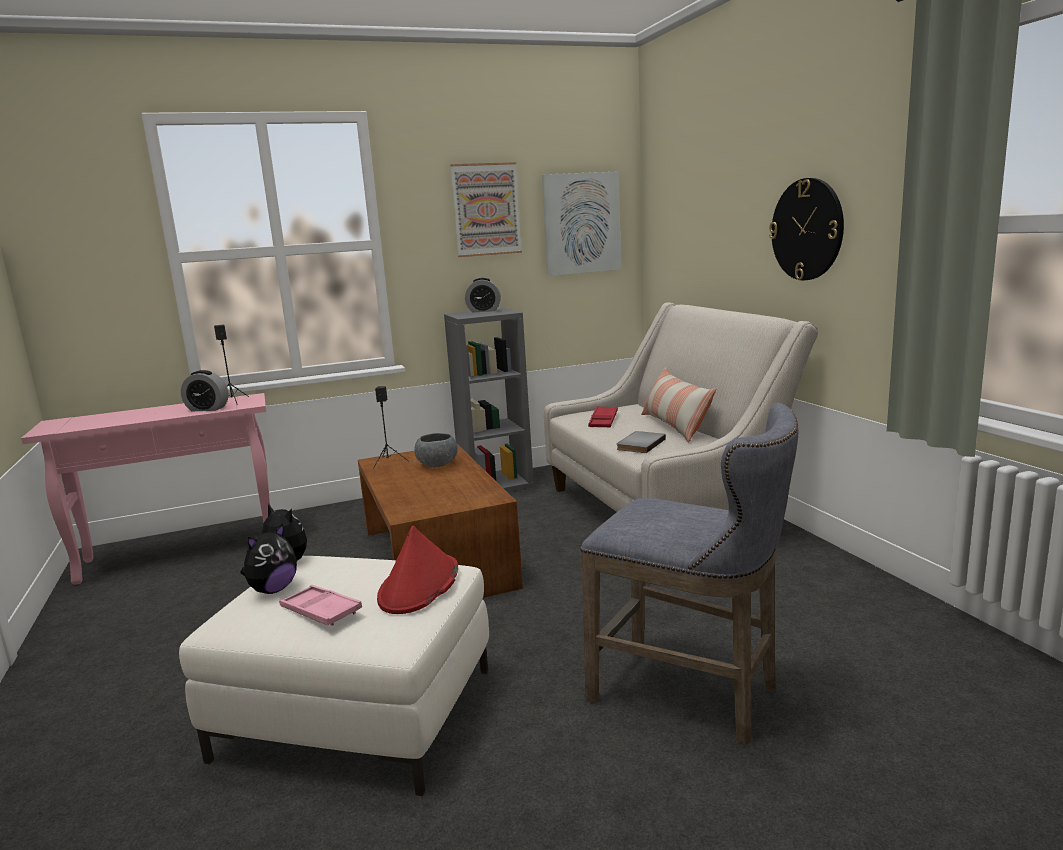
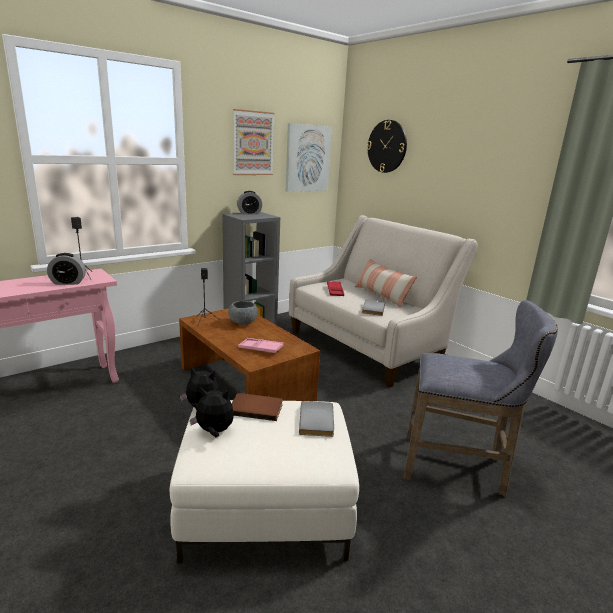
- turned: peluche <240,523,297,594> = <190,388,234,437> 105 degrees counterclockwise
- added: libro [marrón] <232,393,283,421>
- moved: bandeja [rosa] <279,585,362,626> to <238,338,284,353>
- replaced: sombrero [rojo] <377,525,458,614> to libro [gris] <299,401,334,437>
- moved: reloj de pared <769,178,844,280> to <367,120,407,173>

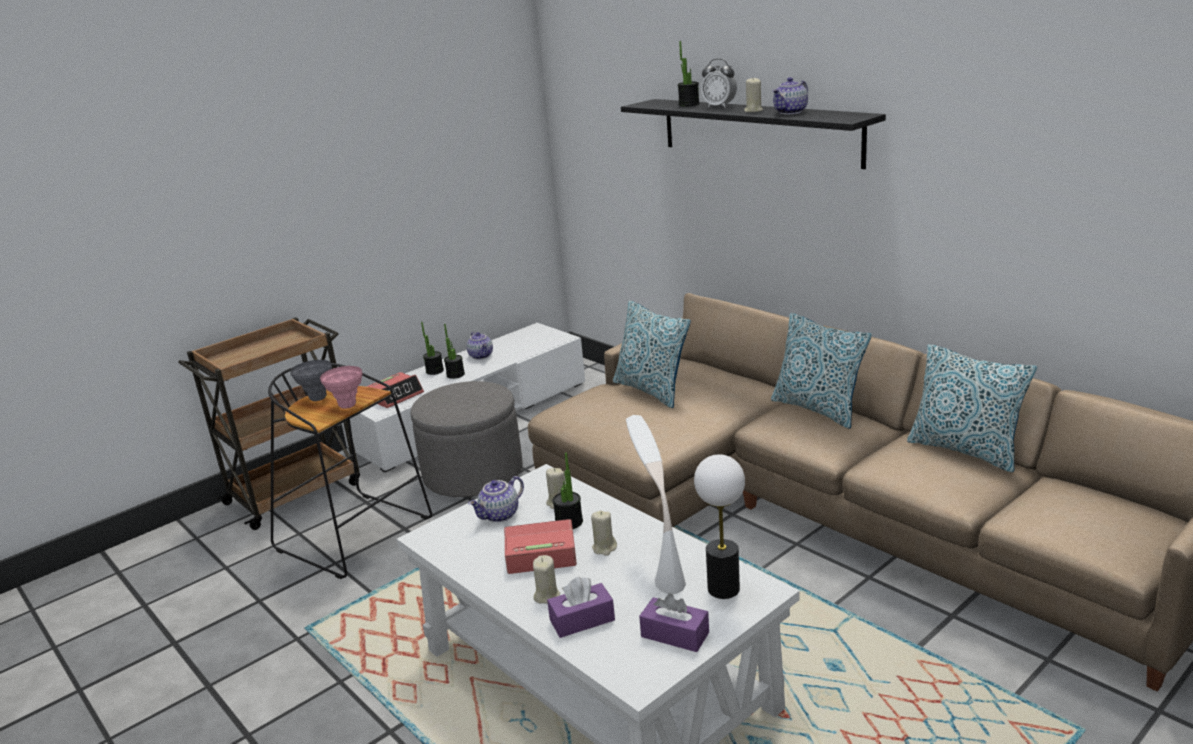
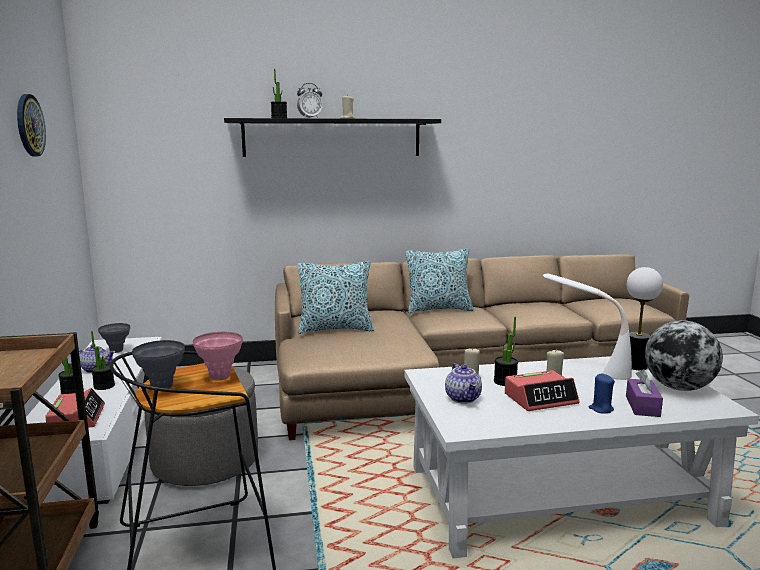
- added: reloj de pared <17,94,46,156>
- added: florero [gris] <98,323,130,353>
- turned: despertador <504,519,577,574> = <505,370,579,411> 135 degrees counterclockwise
- recoloured: vela [beis] <533,555,560,604> to vela [azul] <588,374,615,414>
- replaced: caja de pañuelos [morado] <639,593,709,652> to globo terráqueo <645,320,723,391>
- removed: tetera <773,77,808,114>
- removed: cojín <907,344,1037,472>

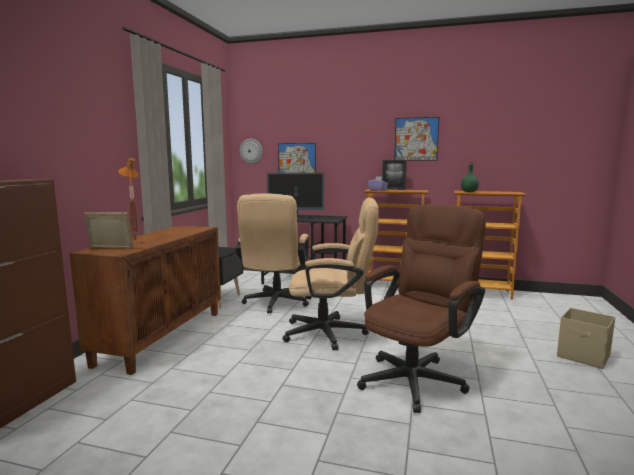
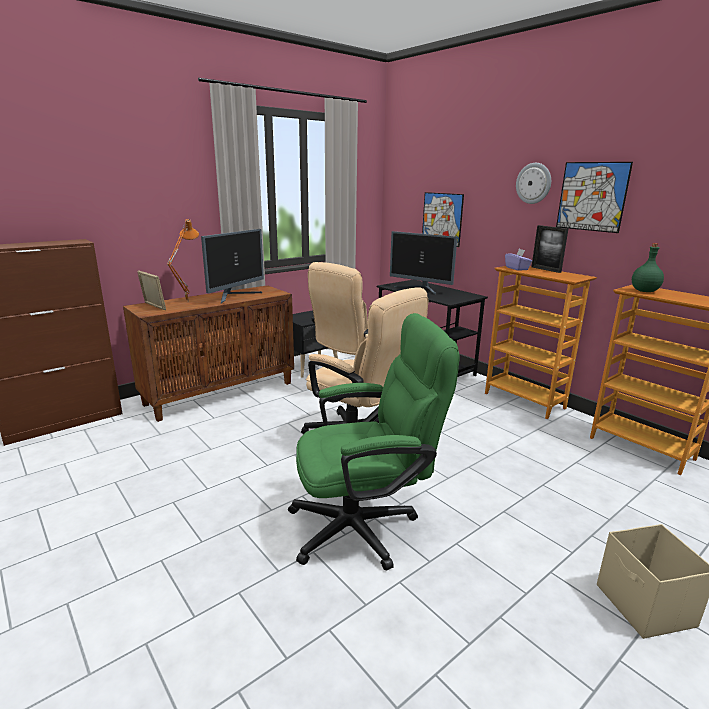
- added: monitor <201,229,264,303>
- recoloured: silla de oficina [marrón] <357,204,486,413> to silla de oficina [verde] <288,313,460,571>
- moved: reloj de pared <240,139,263,164> to <516,163,551,204>

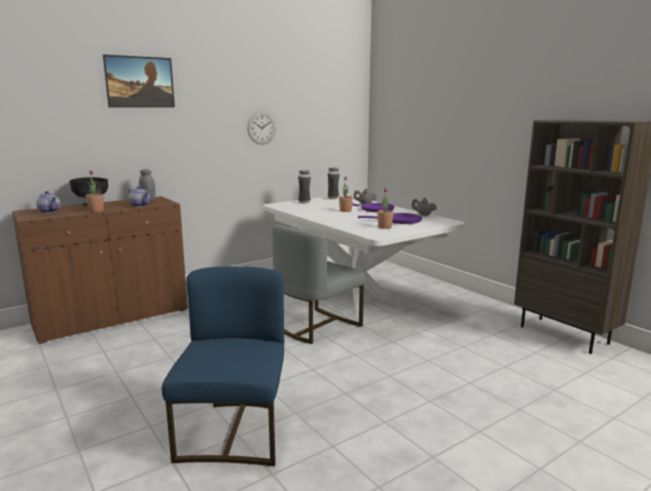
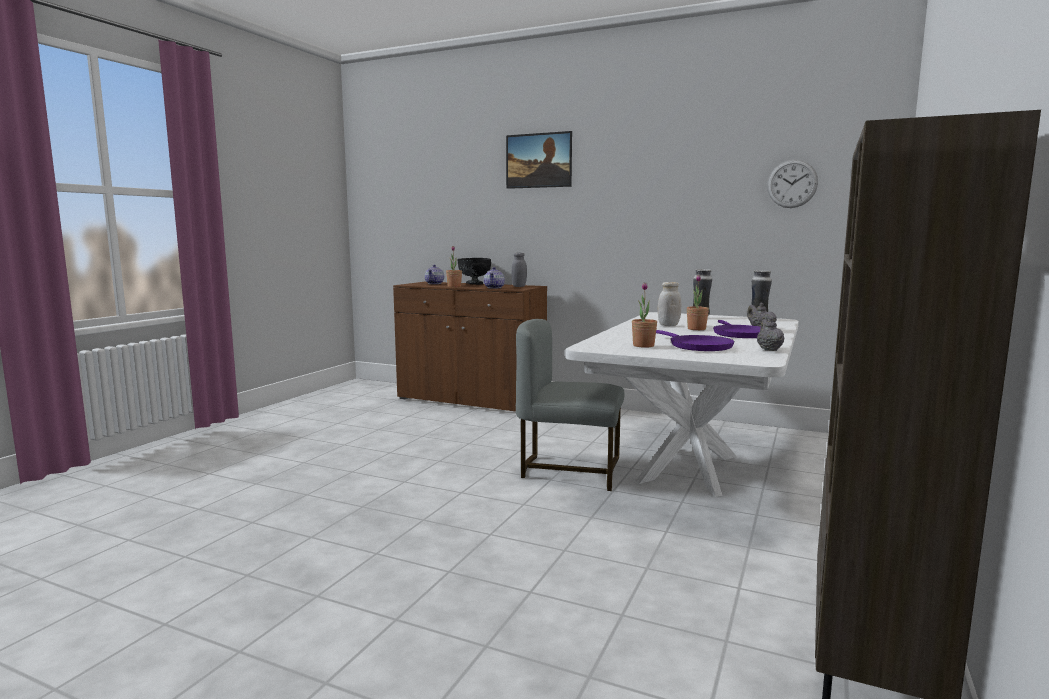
- added: tarro [blanco] <658,282,681,326>
- moved: reloj de pared <247,112,276,145> to <767,160,818,208>
- removed: silla [azul] <162,266,284,466>

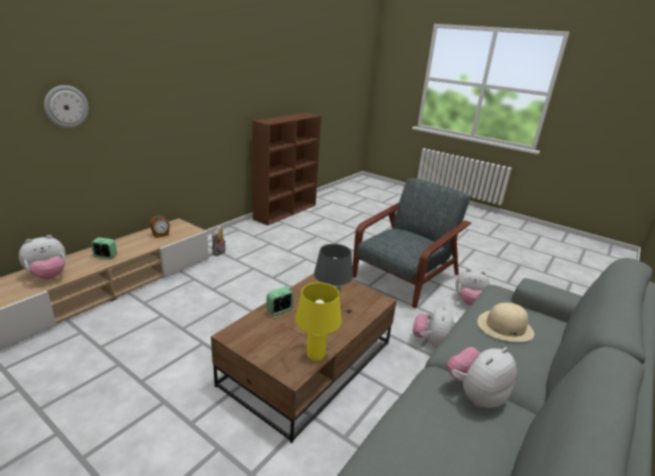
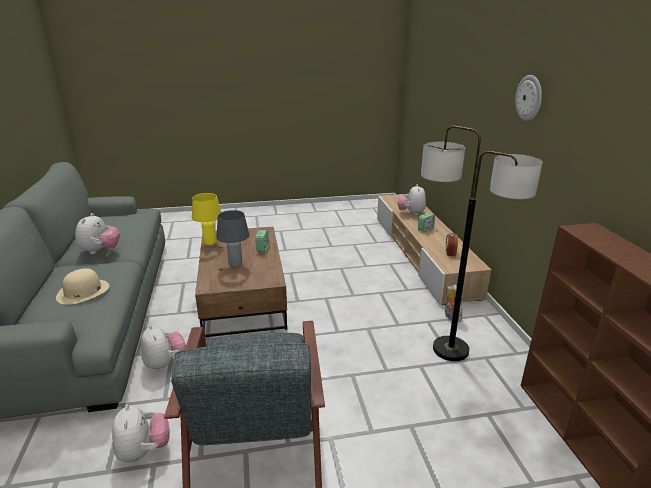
- turned: peluche <456,269,490,306> = <112,404,170,462> 105 degrees clockwise
- added: lámpara de pie <421,126,543,361>
- moved: reloj de pared <44,85,89,128> to <515,75,542,121>

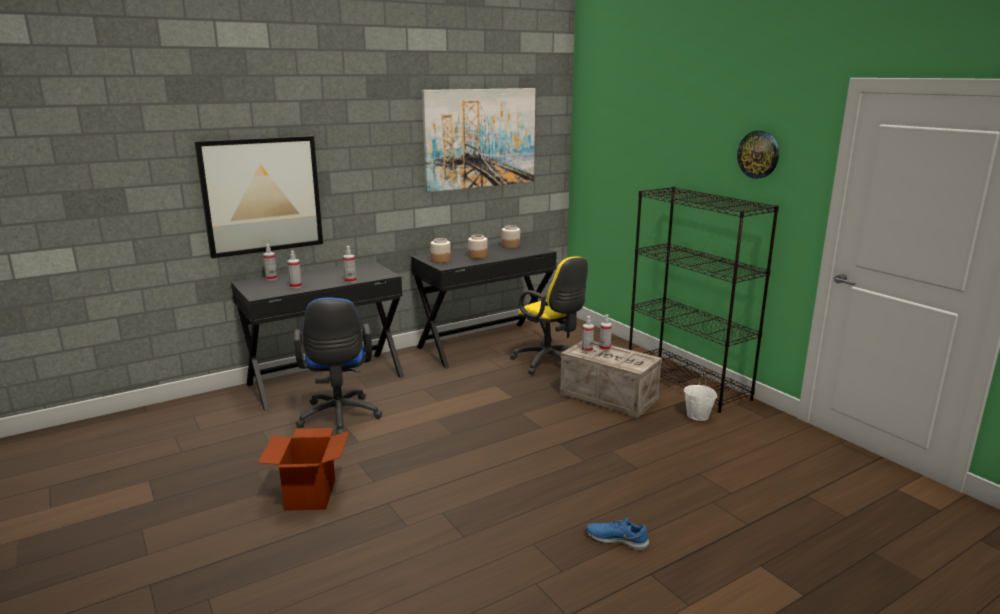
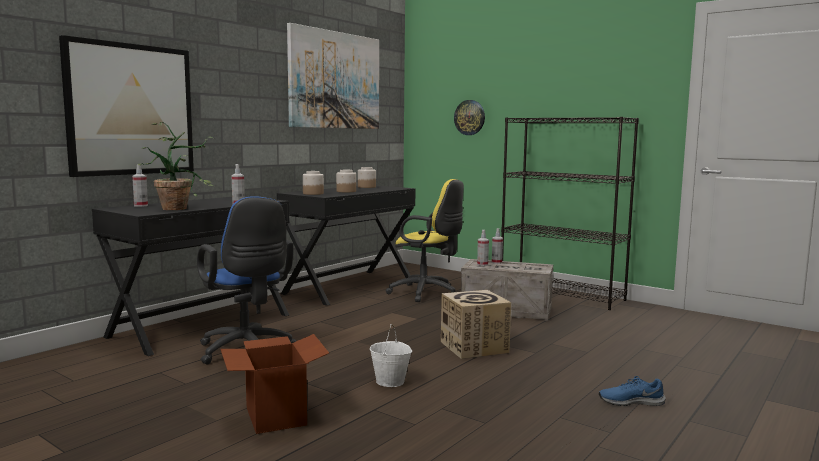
- replaced: pulverizador <287,251,302,288> to planta en maceta <138,122,214,210>
- moved: cubo [blanco] <684,374,717,421> to <370,324,412,387>
- added: caja de cartón <441,290,511,359>
- moved: reloj de pared <737,131,779,179> to <454,100,485,135>

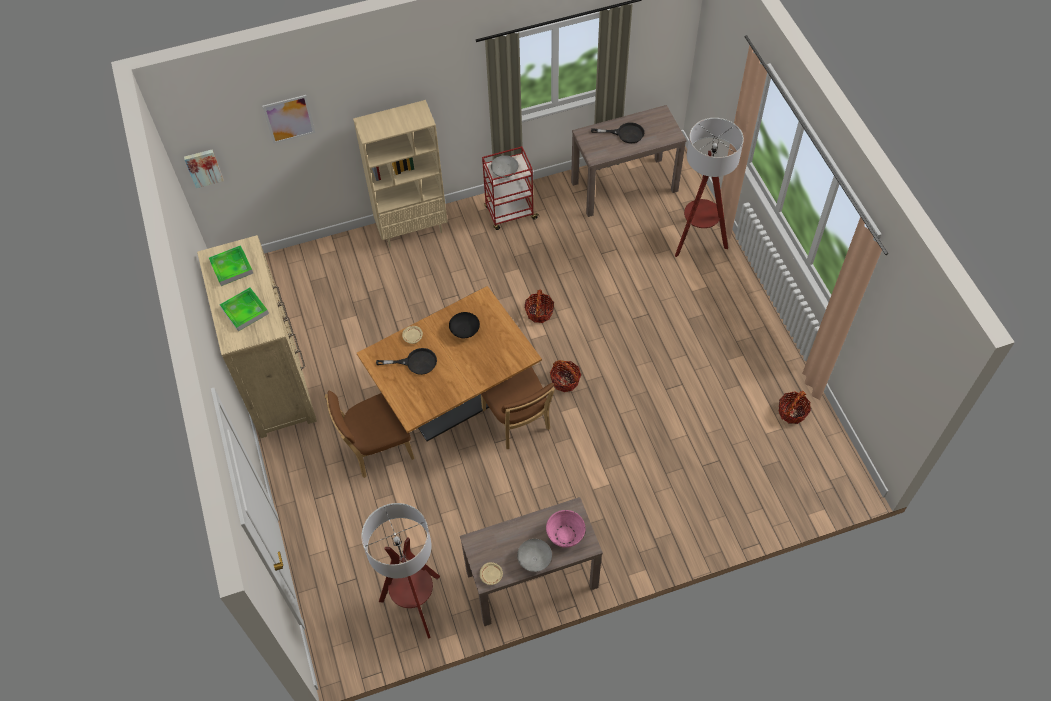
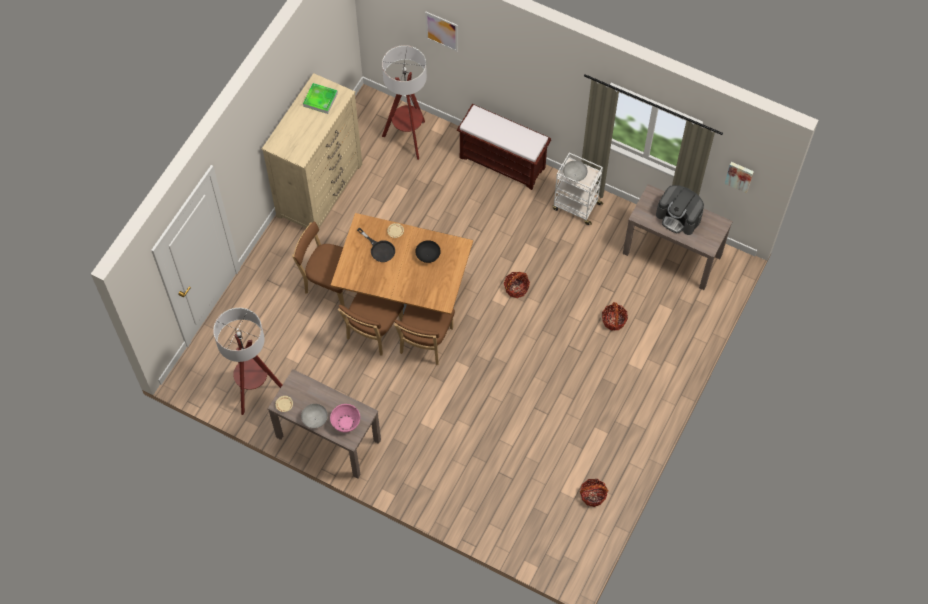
- added: silla [marrón] <338,293,404,355>
- moved: lámpara de pie <675,118,744,257> to <382,45,427,160>
- replaced: estantería [beis] <353,100,447,247> to banco [marrón] <457,104,551,190>
- recoloured: carrito [rojo] <482,146,540,230> to carrito [blanco] <553,153,603,225>
- moved: cesta <550,360,581,392> to <602,302,628,331>
- replaced: sartén [negro] <591,122,644,143> to cafetera <656,185,704,235>
- moved: cuadro <184,150,224,188> to <725,162,754,193>
- removed: bandeja <219,287,269,331>

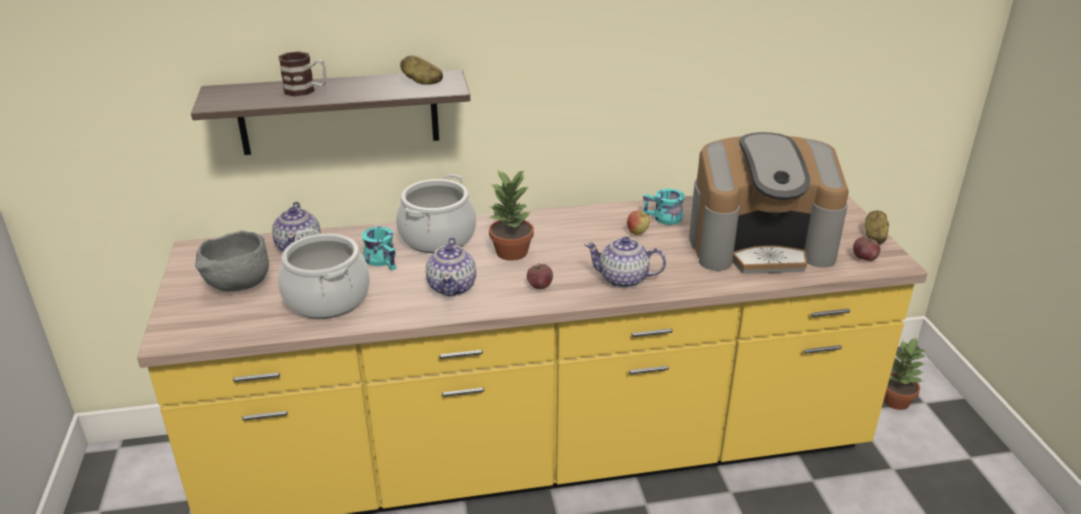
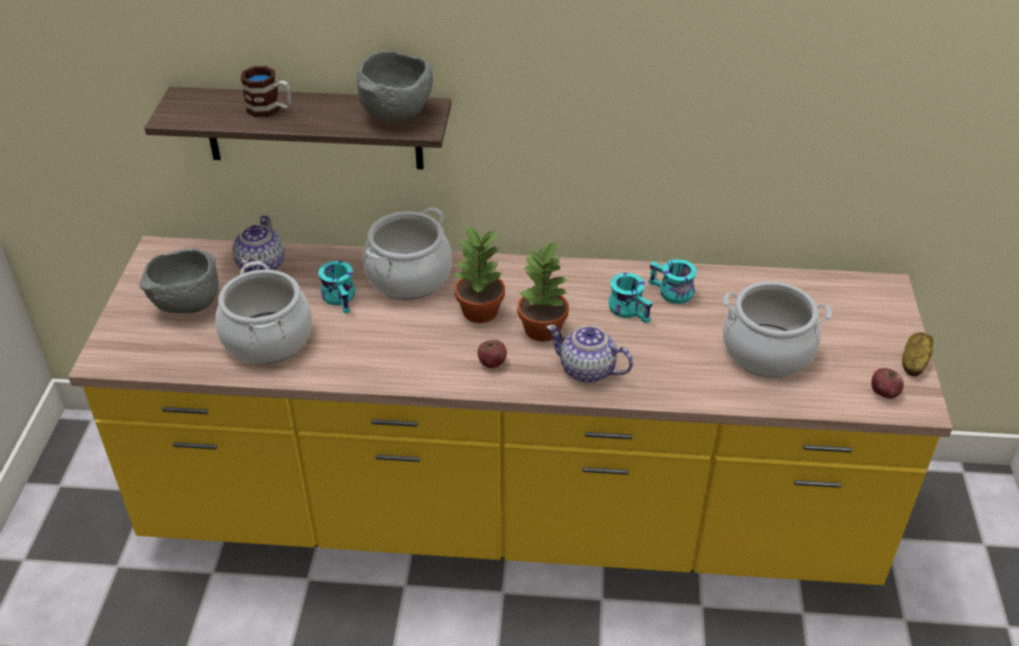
- replaced: patata <400,55,443,85> to cuenco [gris] <357,51,433,122>
- moved: planta en maceta <884,337,927,410> to <517,241,569,342>
- replaced: manzana <627,210,650,235> to taza grande [turquesa] <608,273,653,324>
- replaced: cafetera <689,132,849,274> to olla <723,281,832,378>
- removed: tetera <426,237,476,296>

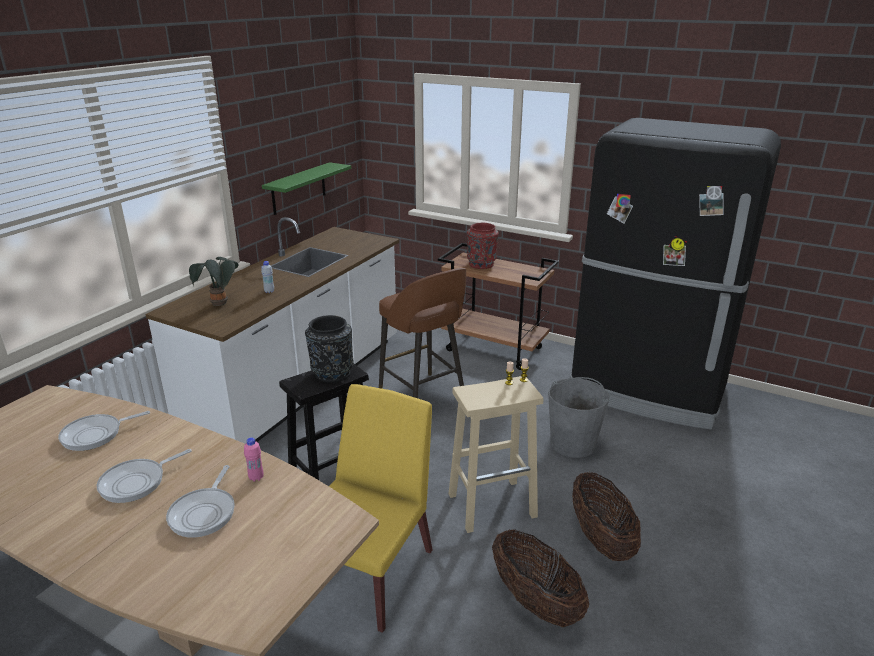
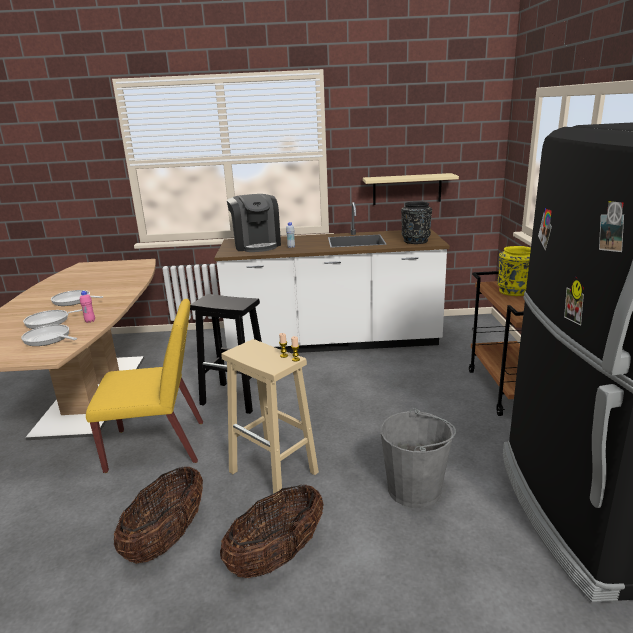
- moved: sartén <58,411,150,451> to <21,324,77,346>
- replaced: planta en maceta <189,257,238,306> to cafetera <227,194,281,252>
- recoloured: estante [verde] <262,162,351,215> to estante [beis] <363,173,459,205>
- moved: florero [negro] <305,315,354,383> to <401,201,432,244>
- recoloured: florero [rojo] <467,223,499,269> to florero [amarillo] <497,246,531,296>
- removed: taburete [marrón] <379,268,466,398>

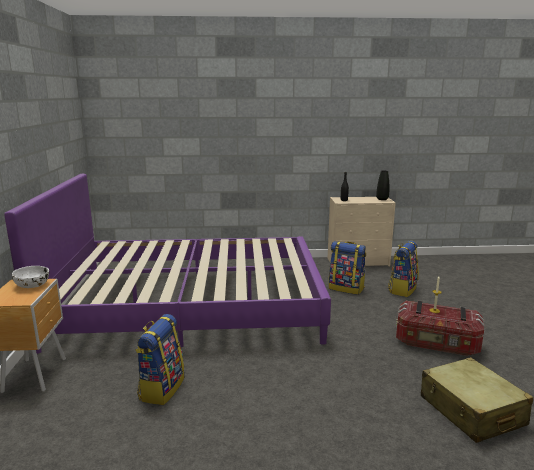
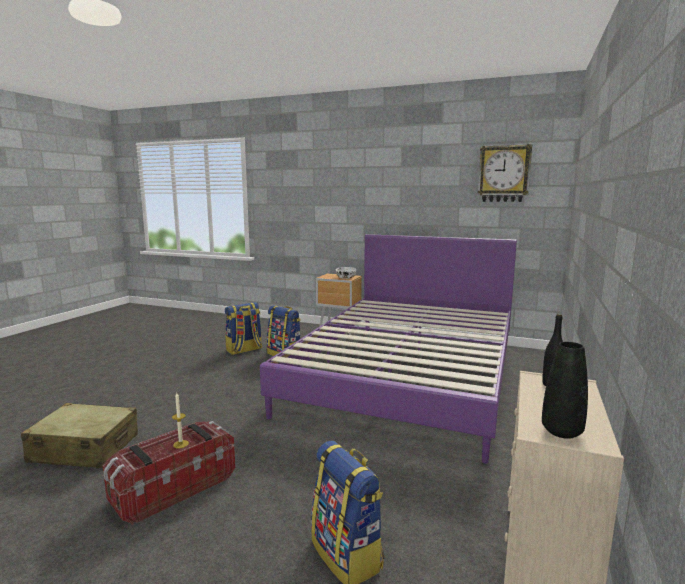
- moved: mochila <329,241,366,295> to <225,302,262,355>
- added: reloj de pared <478,144,532,202>

